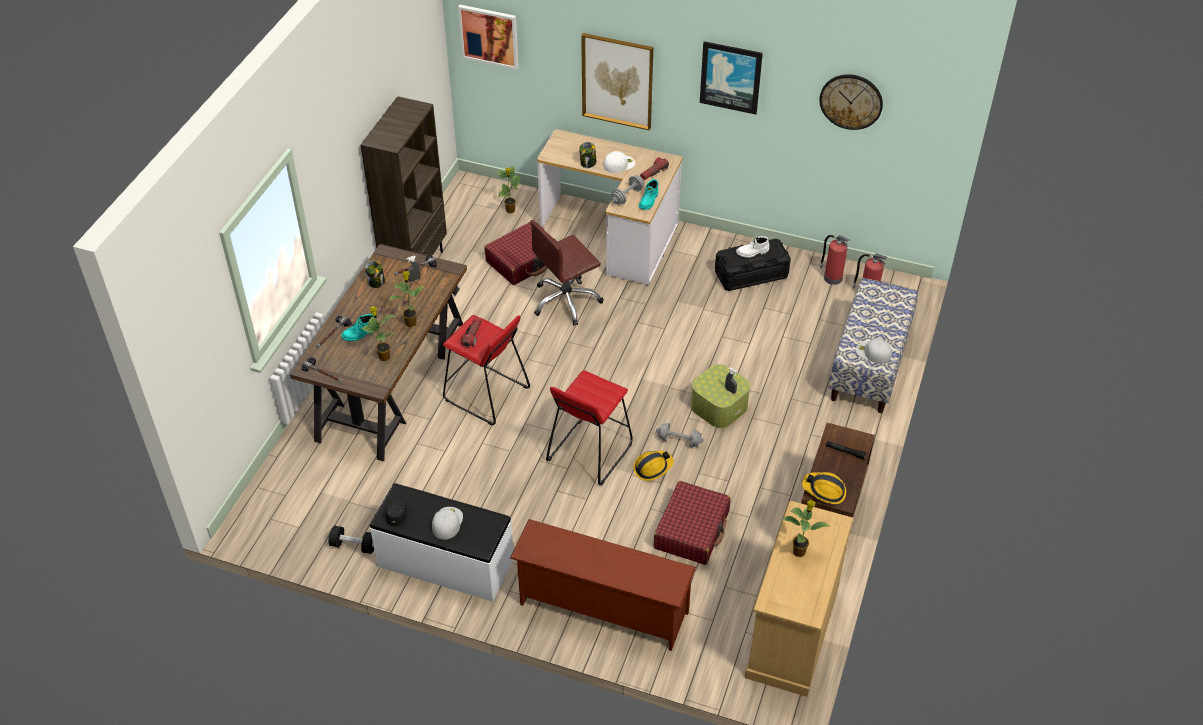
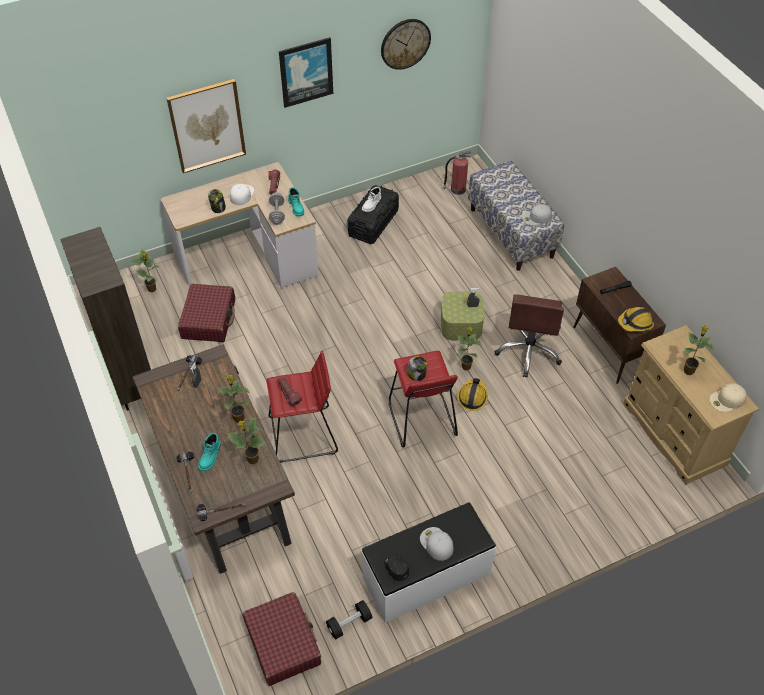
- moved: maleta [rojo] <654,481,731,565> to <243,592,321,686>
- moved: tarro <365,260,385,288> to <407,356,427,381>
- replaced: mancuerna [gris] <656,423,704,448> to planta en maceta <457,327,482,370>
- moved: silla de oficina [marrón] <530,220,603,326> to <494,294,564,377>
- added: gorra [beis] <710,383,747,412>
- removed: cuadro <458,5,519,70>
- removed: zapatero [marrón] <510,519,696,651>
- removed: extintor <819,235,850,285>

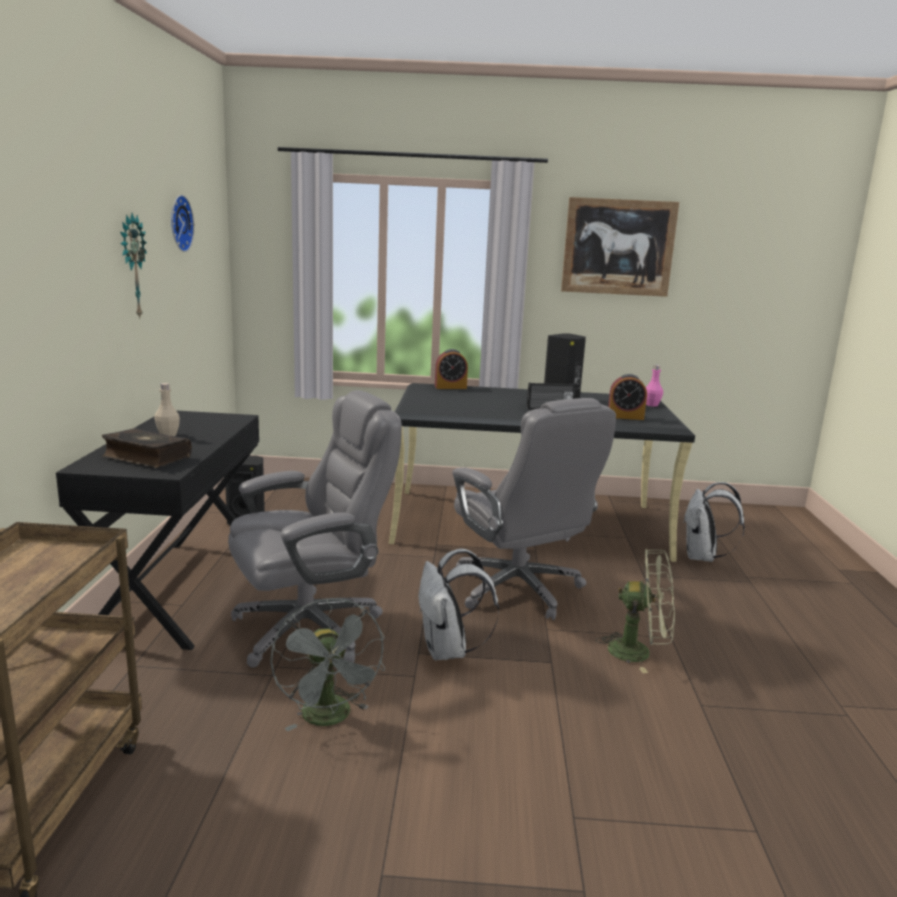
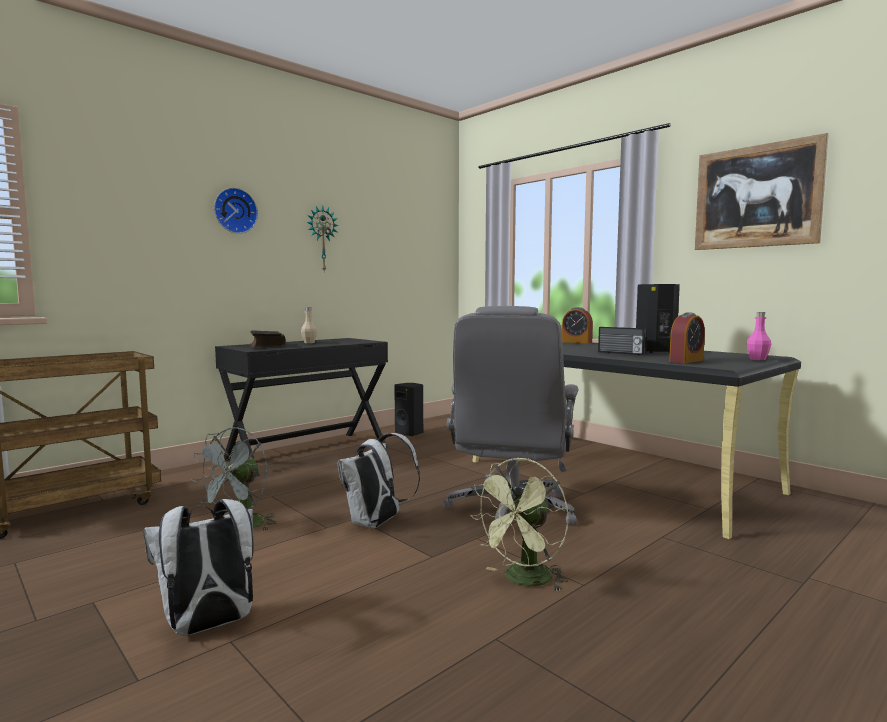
- moved: mochila [blanco] <683,482,745,562> to <143,499,254,636>
- moved: reloj de pared <171,195,194,252> to <214,188,258,234>
- turned: ventilador [verde] <596,549,675,673> = <470,458,569,592> 75 degrees clockwise
- turned: despertador <608,374,647,420> = <669,312,705,363> 90 degrees counterclockwise
- removed: silla de oficina [gris] <228,390,402,668>

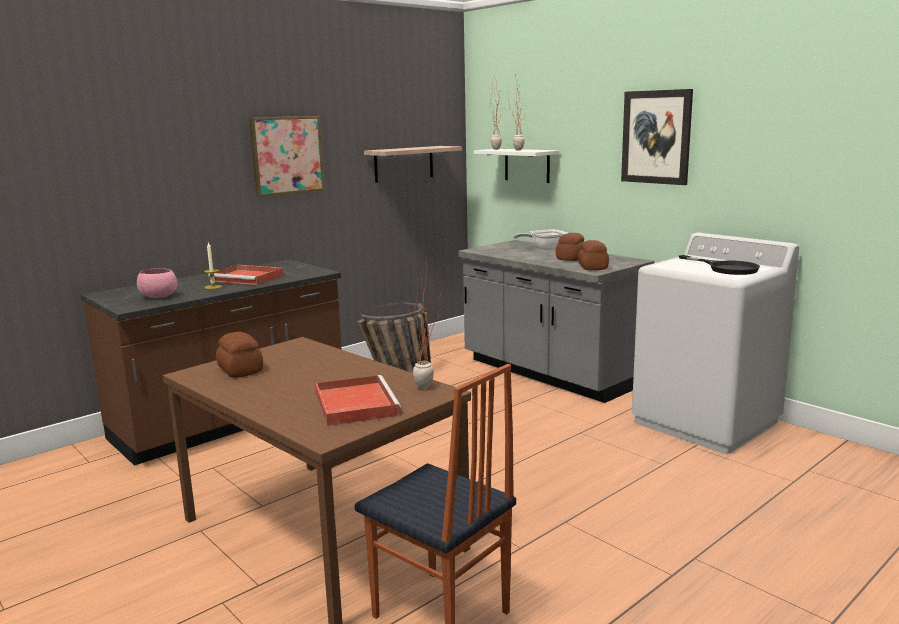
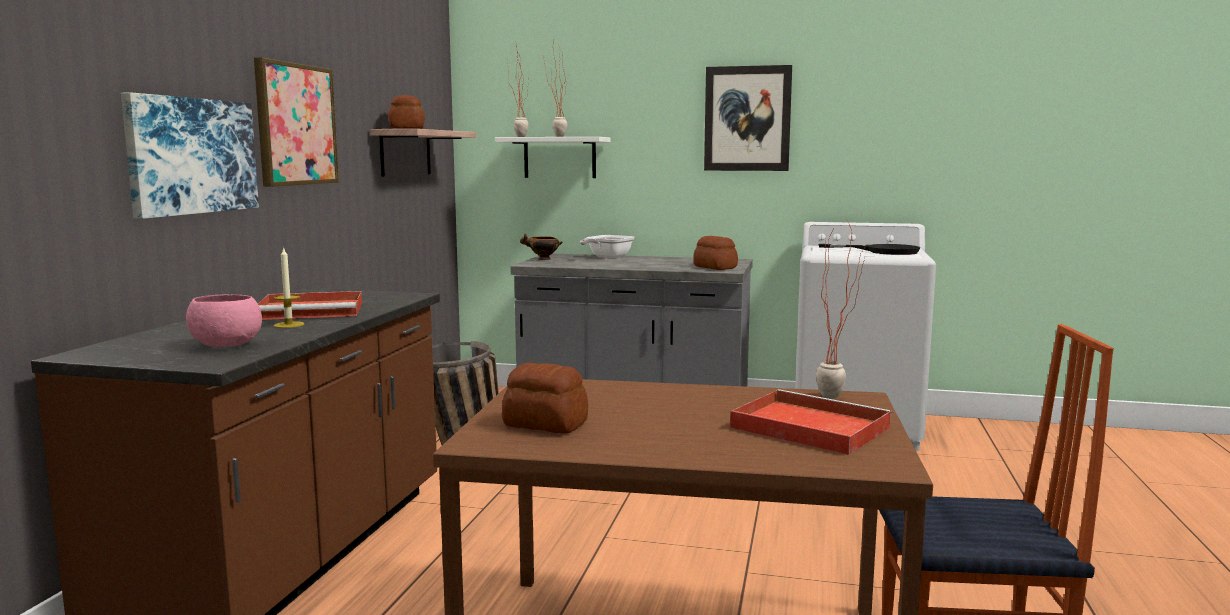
- added: cuadro <121,92,259,219>
- moved: pan <556,233,584,261> to <388,95,425,129>
- added: cuenco <520,234,563,260>

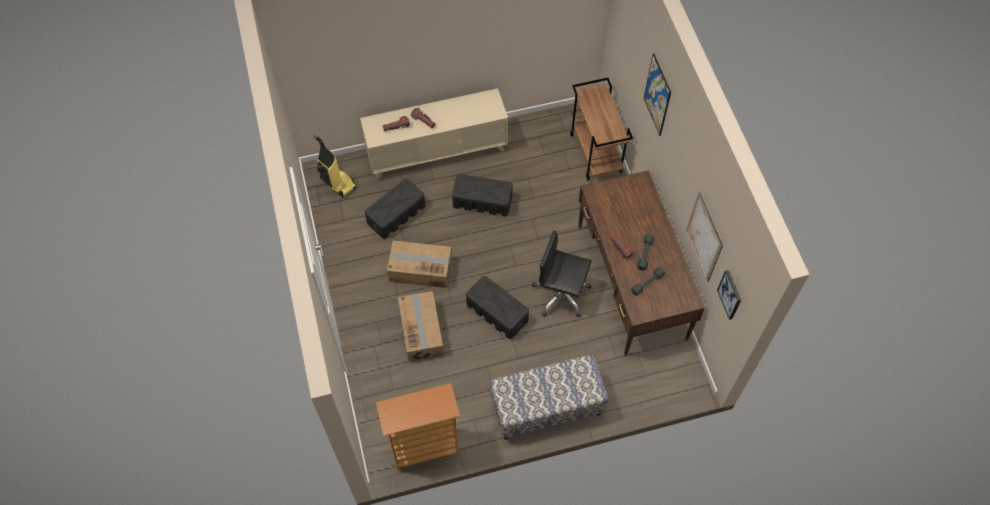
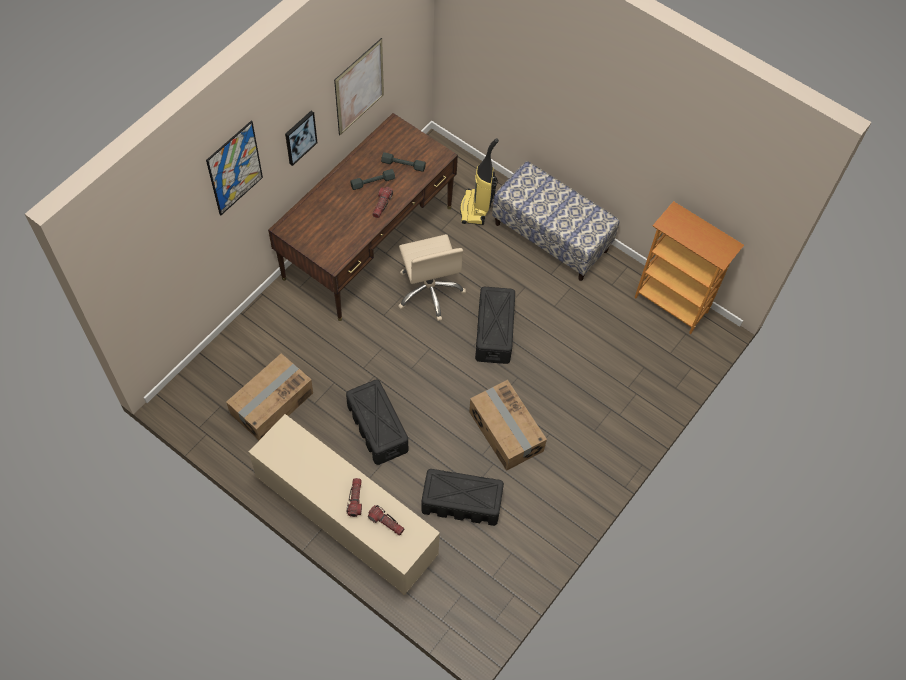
- moved: caja de cartón <398,291,444,362> to <226,353,313,440>
- moved: cuadro <717,270,741,320> to <285,111,317,166>
- recoloured: silla de oficina [negro] <532,230,591,318> to silla de oficina [beis] <398,234,466,321>
- moved: aspiradora <313,135,356,198> to <460,138,499,225>
- removed: carrito [marrón] <570,78,633,181>

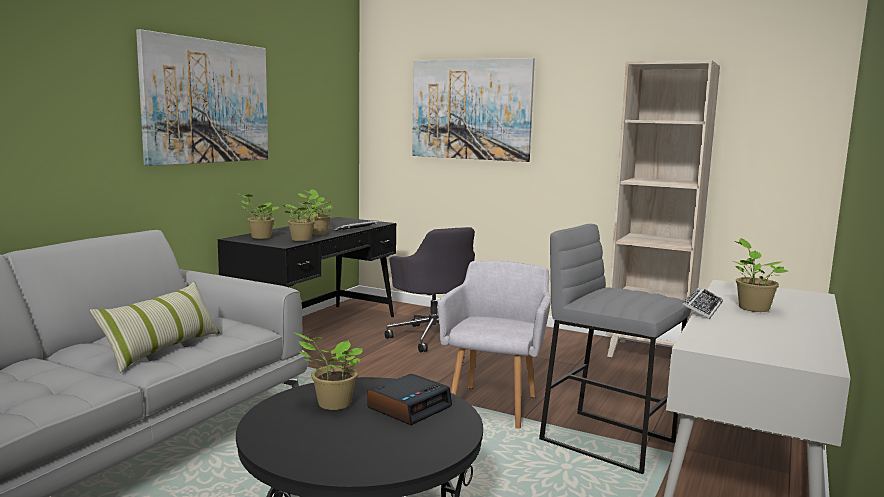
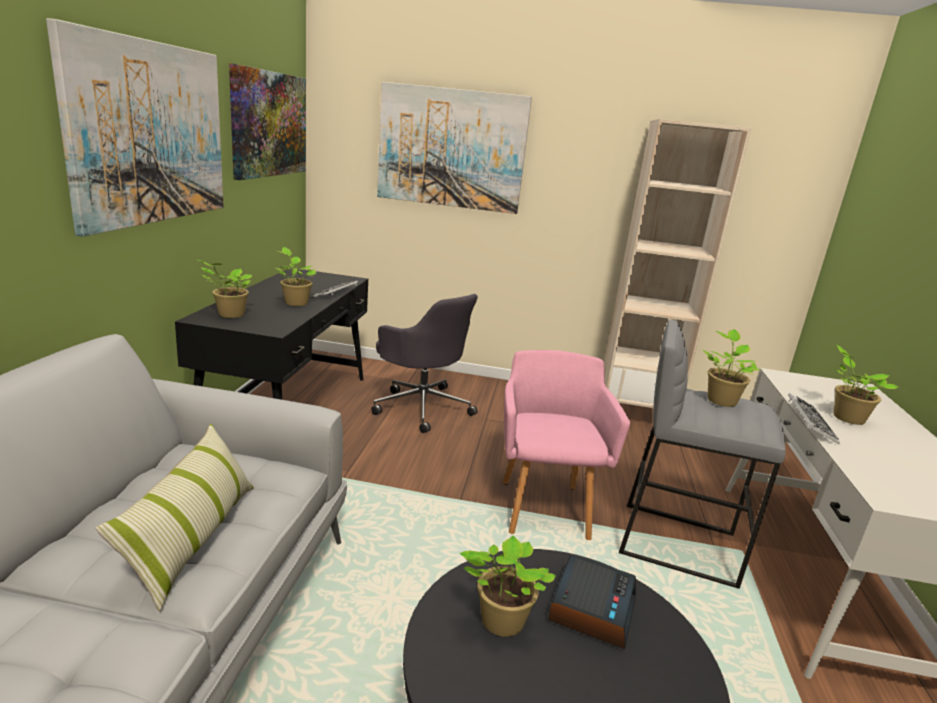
- added: cuadro <229,63,306,180>
- recoloured: sillón [gris] <438,261,551,429> to sillón [rosa] <503,350,630,540>
- moved: planta en maceta <282,193,322,241> to <702,329,760,407>

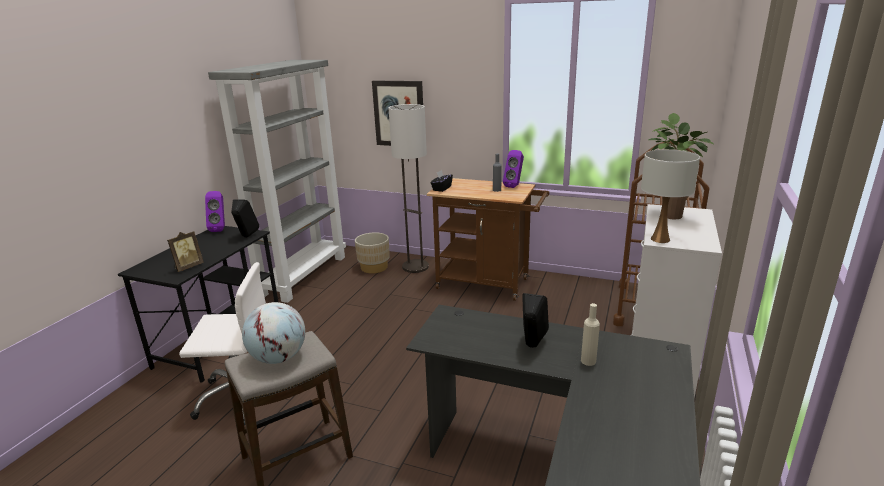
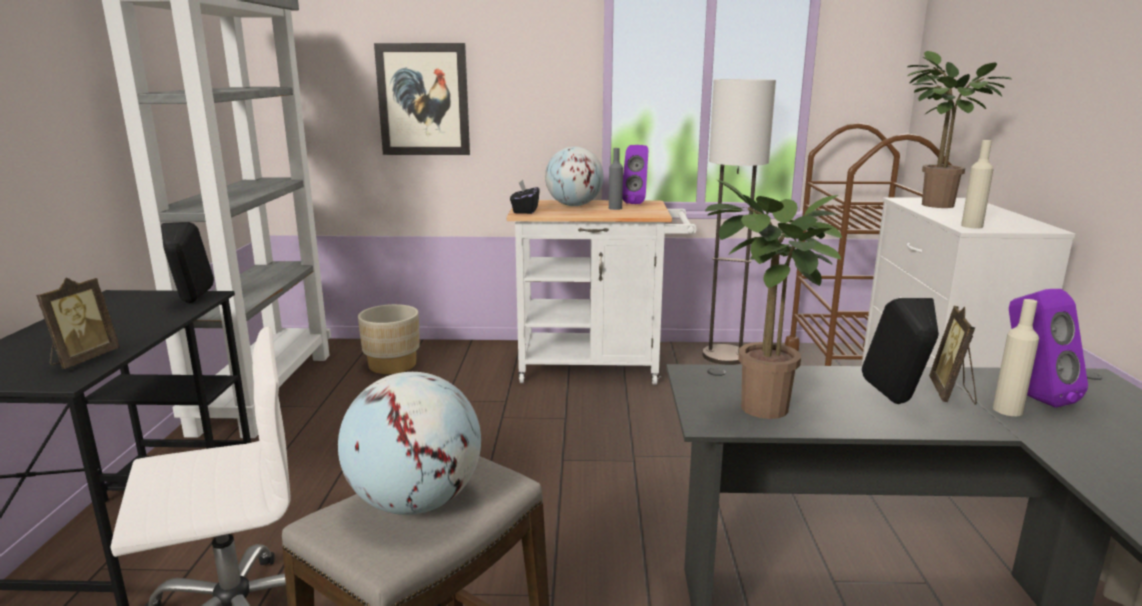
- recoloured: carrito [marrón] <427,178,549,301> to carrito [blanco] <507,200,697,385>
- added: globo terráqueo <545,147,604,206>
- moved: lámpara de pie <389,104,429,273> to <702,79,776,365>
- added: planta en maceta <705,180,842,419>
- added: portarretratos <929,306,977,405>
- replaced: lámpara de mesa [blanco] <641,149,700,243> to botella [beis] <961,140,994,228>
- moved: altavoz [morado] <205,191,225,232> to <1009,289,1088,408>

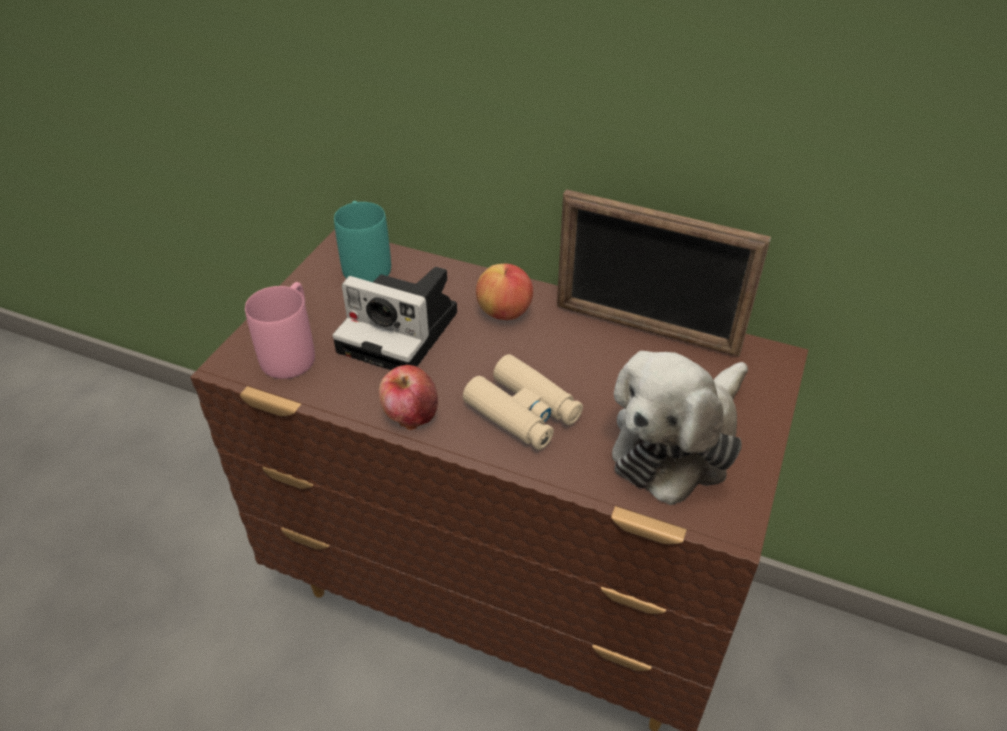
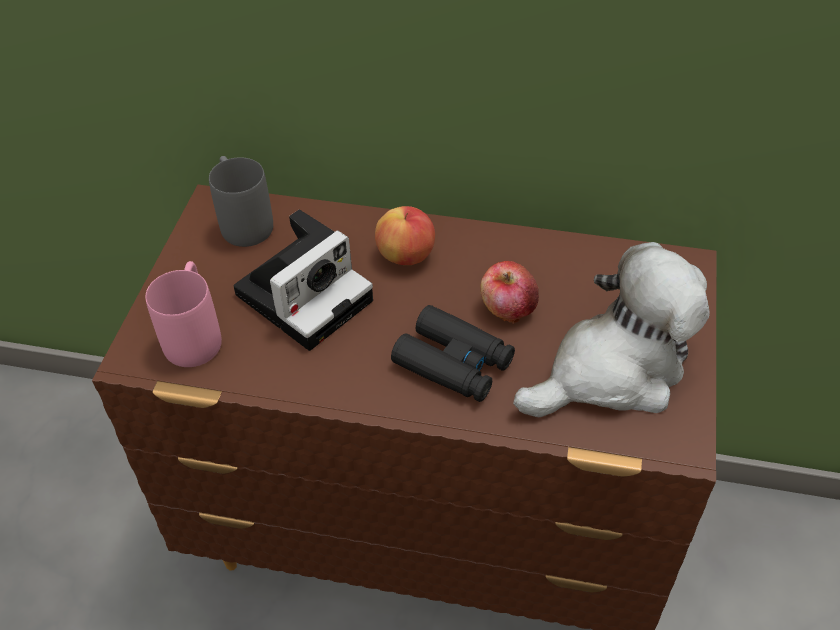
- recoloured: taza grande [turquesa] <334,201,391,282> to taza grande [gris] <209,156,273,247>
- turned: cámara <332,267,457,370> = <234,209,373,351> 60 degrees counterclockwise
- recoloured: prismáticos [beis] <463,354,583,450> to prismáticos [negro] <391,305,515,402>
- moved: manzana <379,365,438,430> to <480,261,539,324>
- turned: peluche <612,351,748,505> = <513,242,710,417> 150 degrees counterclockwise
- removed: portarretratos <557,189,771,357>

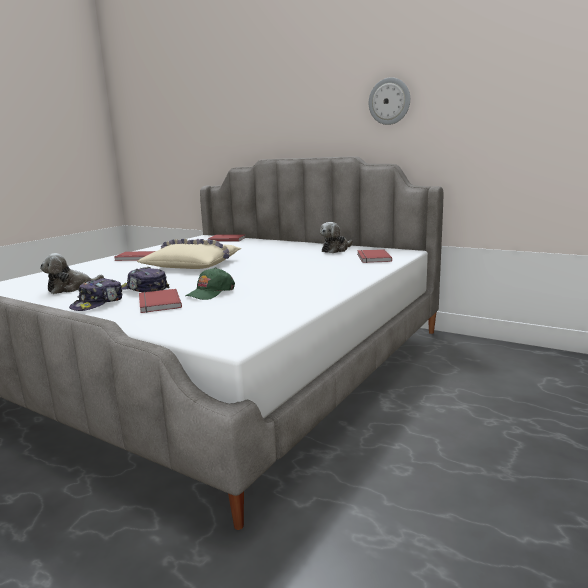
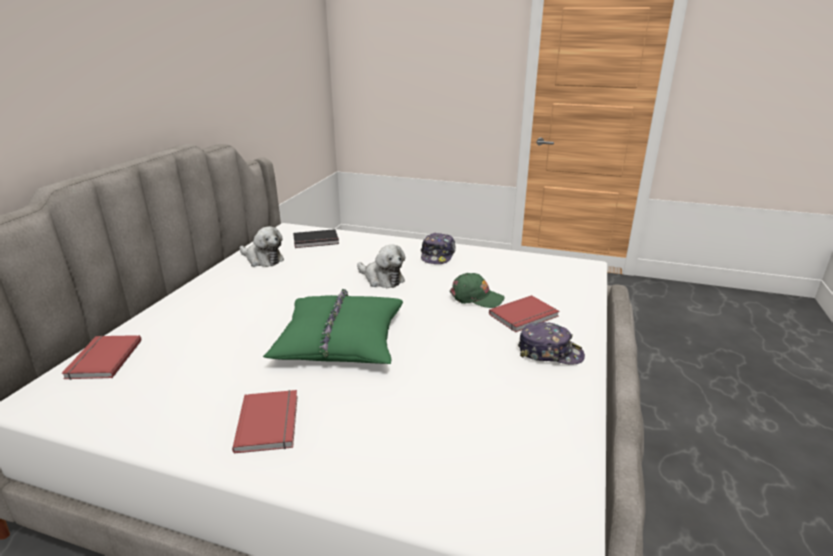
- recoloured: cojín [beis] <137,239,241,269> to cojín [verde] <263,289,403,364>
- recoloured: libro [rojo] <357,249,392,263> to libro [negro] <293,229,339,248>
- moved: peluche <40,253,104,294> to <357,244,405,288>
- moved: gorra <121,267,169,292> to <421,233,456,264>
- removed: reloj de pared <369,77,410,125>

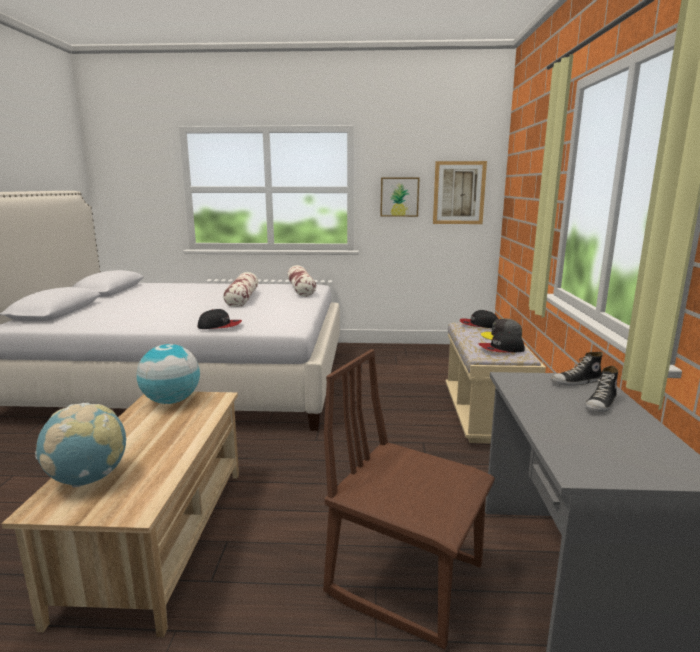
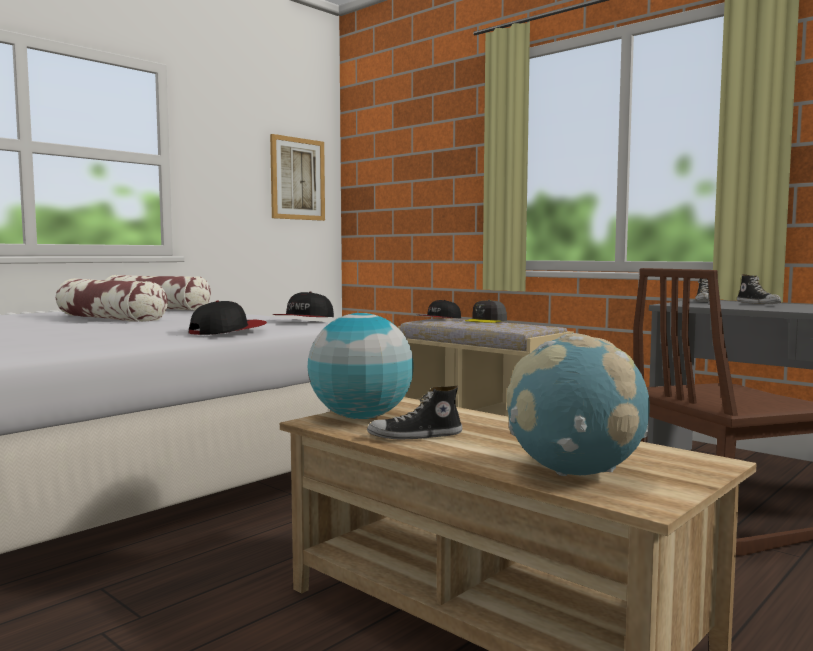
- moved: gorra <479,331,525,353> to <272,292,334,317>
- added: zapato <367,386,462,439>
- removed: cuadro <380,178,419,217>

